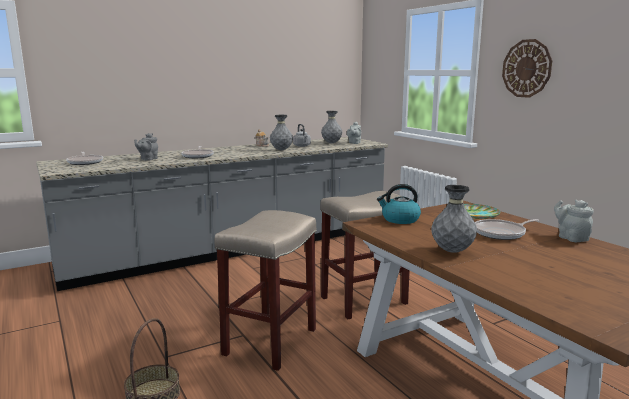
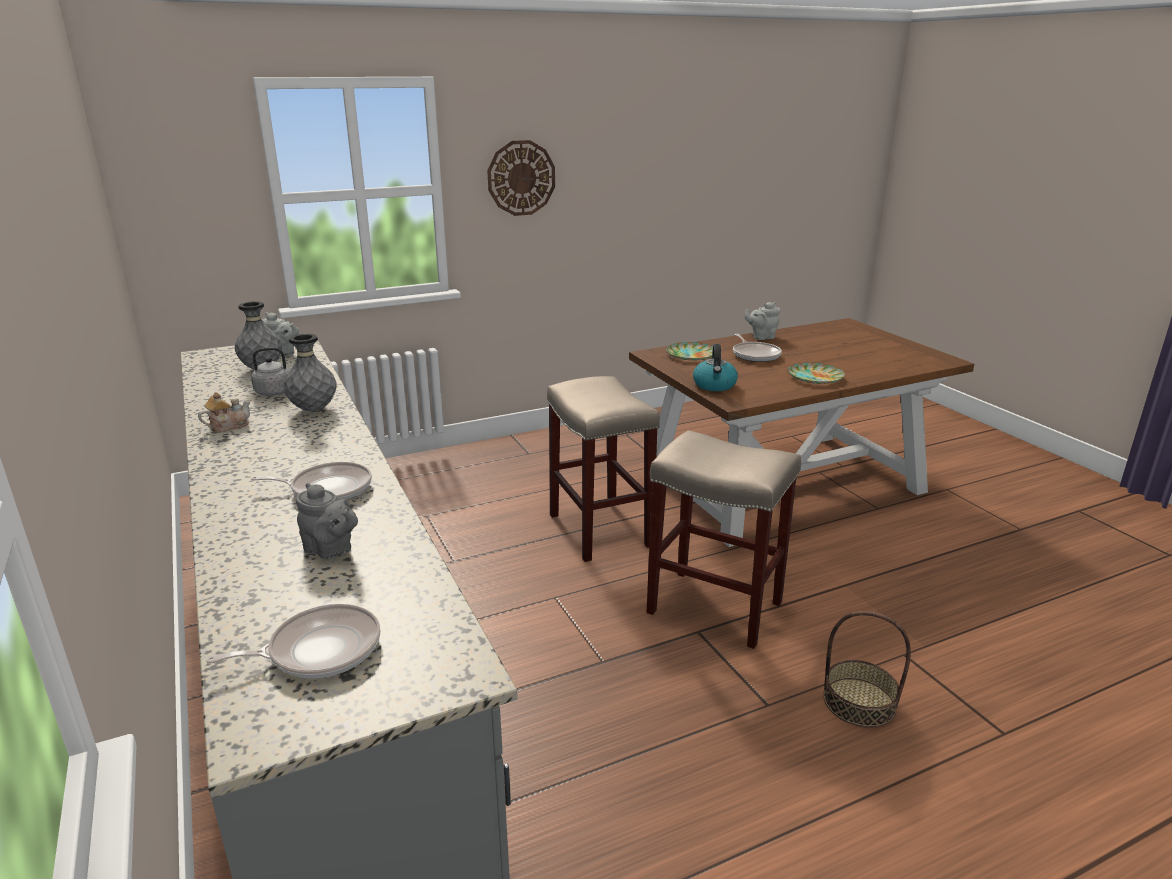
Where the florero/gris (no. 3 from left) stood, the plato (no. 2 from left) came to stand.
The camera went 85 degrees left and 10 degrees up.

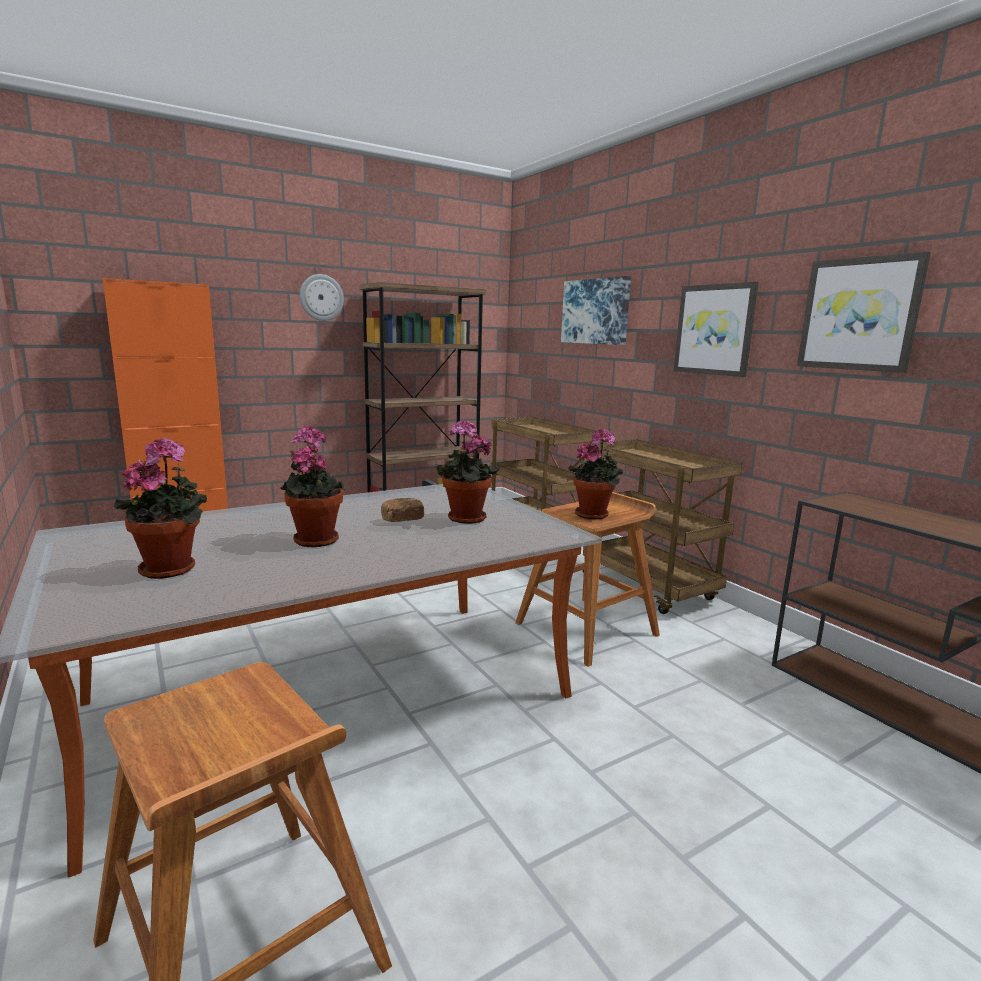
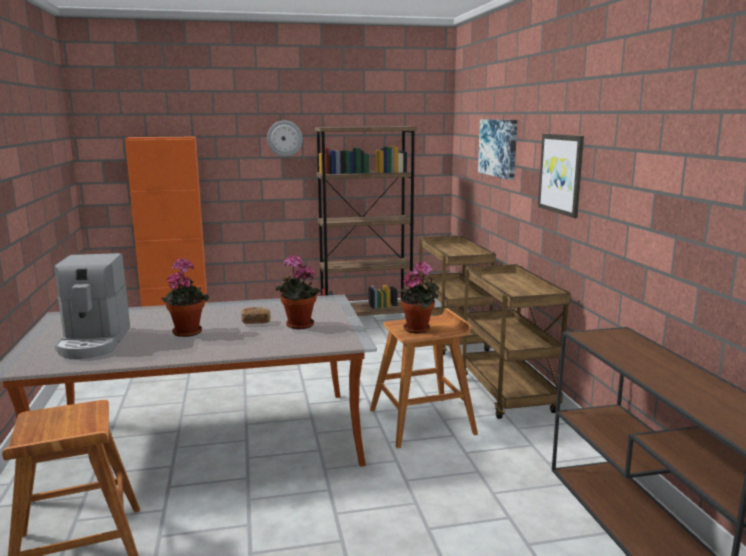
The second view lost the cuadro (no. 3 from left).
Where the planta en maceta (no. 1 from left) stood, the cafetera came to stand.
The camera went 20 degrees right and 0 degrees up.

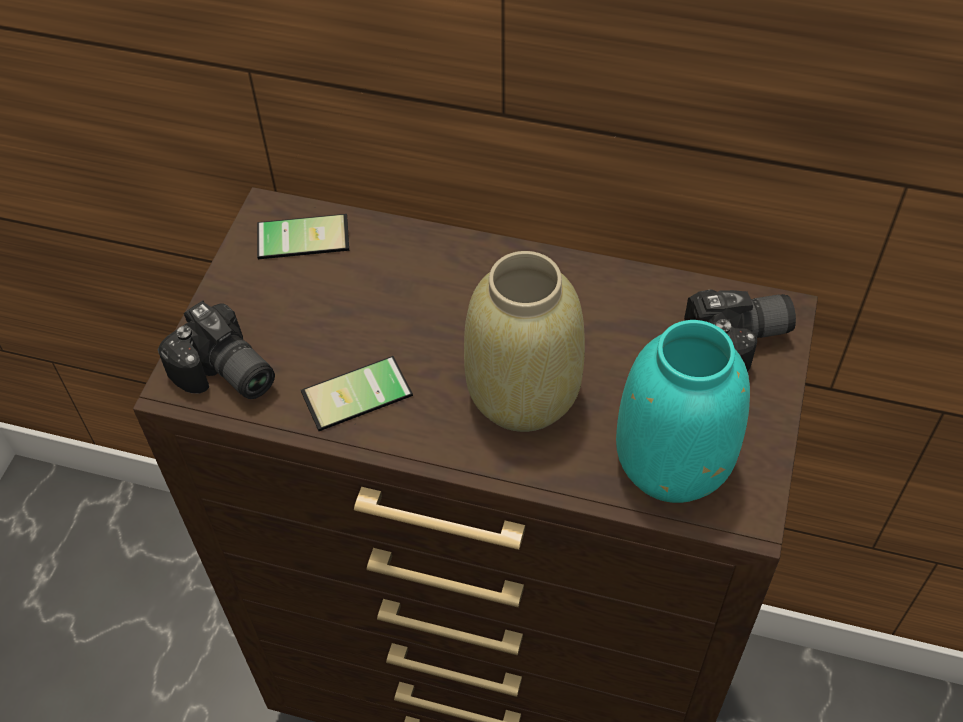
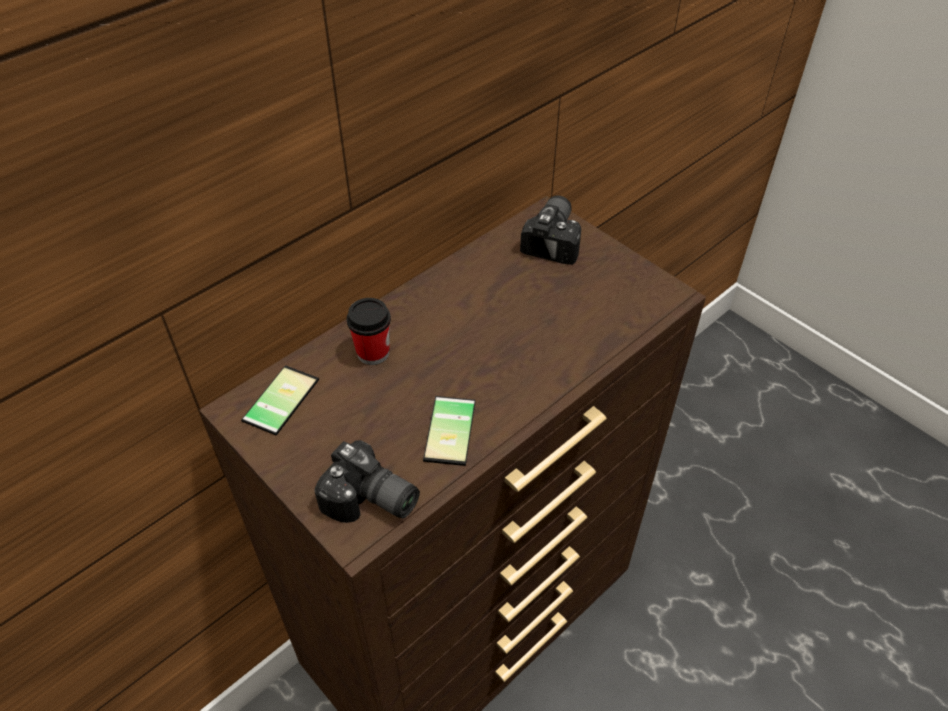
The second view lost the florero/beis.
The second view lost the florero/turquesa.
The second view gained the taza.
The cámara (no. 1 from left) ended up facing another way, 45 degrees clockwise from before.
The camera went 60 degrees left and 5 degrees down.

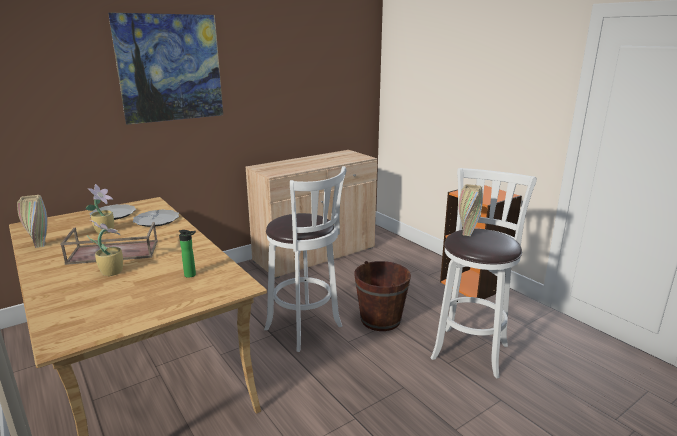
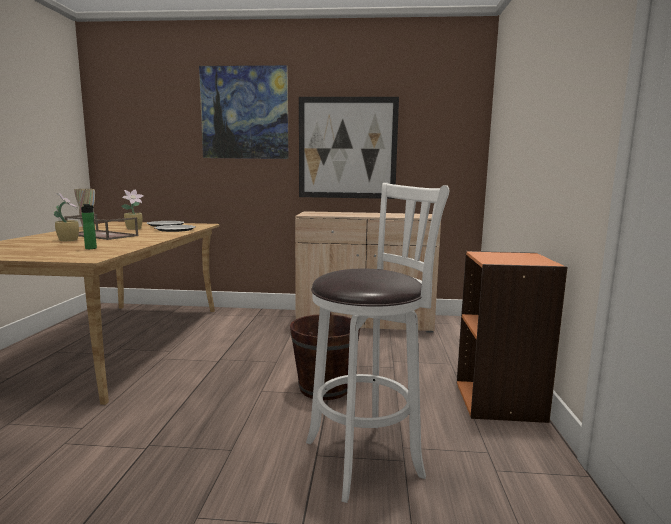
The second view lost the taburete/blanco (no. 1 from left).
The second view lost the florero/beis (no. 2 from left).
The second view gained the cuadro (no. 2 from left).
The camera went 40 degrees right and 10 degrees down.

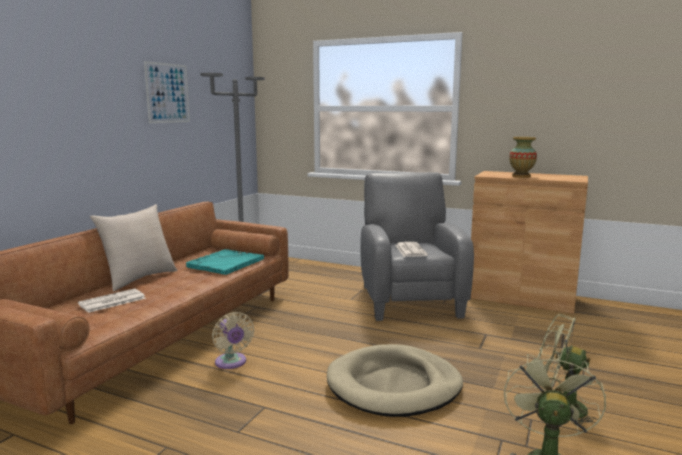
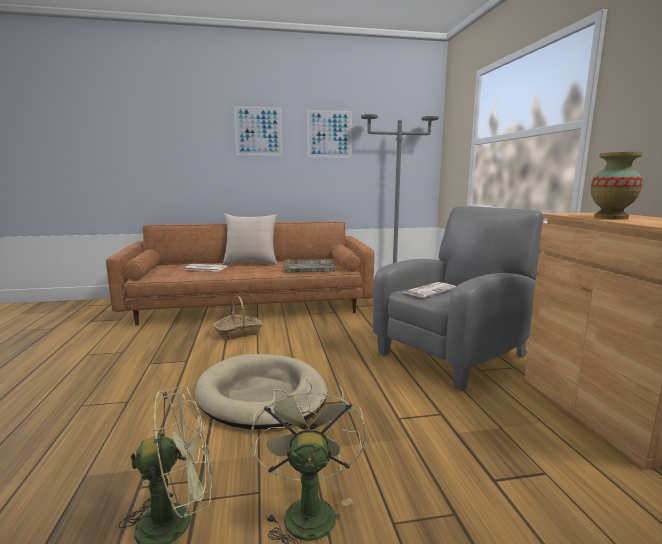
The second view gained the cuadro (no. 1 from left).
Where the ventilador/beis stood, the cesta came to stand.
What was the bandeja/turquesa turned into the bandeja/gris.
The camera went 55 degrees right and 0 degrees up.

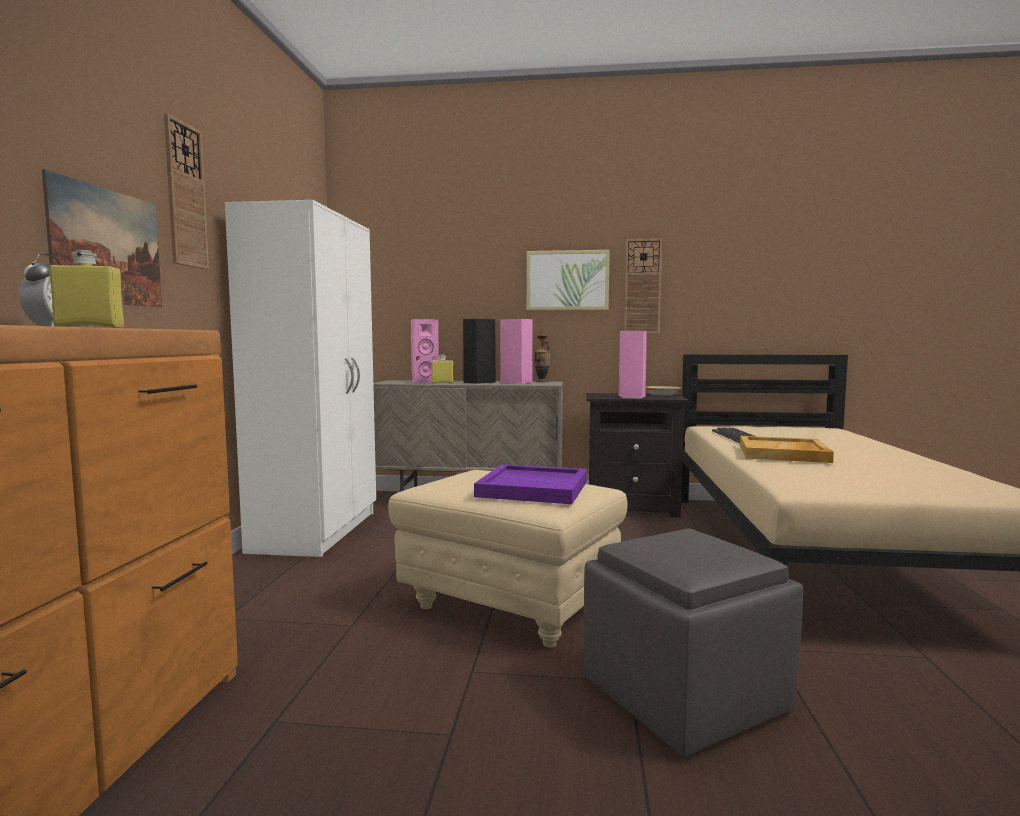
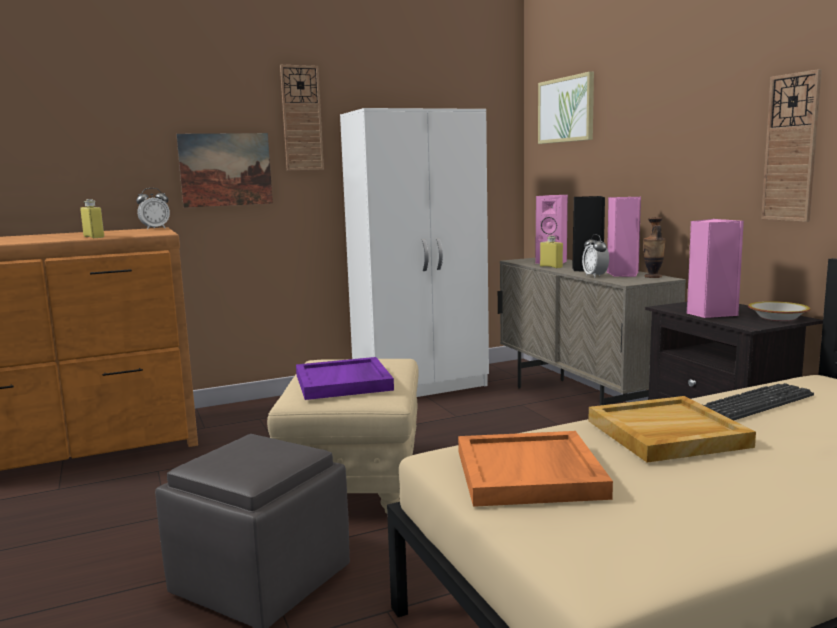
The second view gained the bandeja/naranja.
The second view gained the despertador (no. 2 from left).
The cuadro (no. 2 from left) ended up elsewhere.
The camera went 60 degrees right and 5 degrees up.

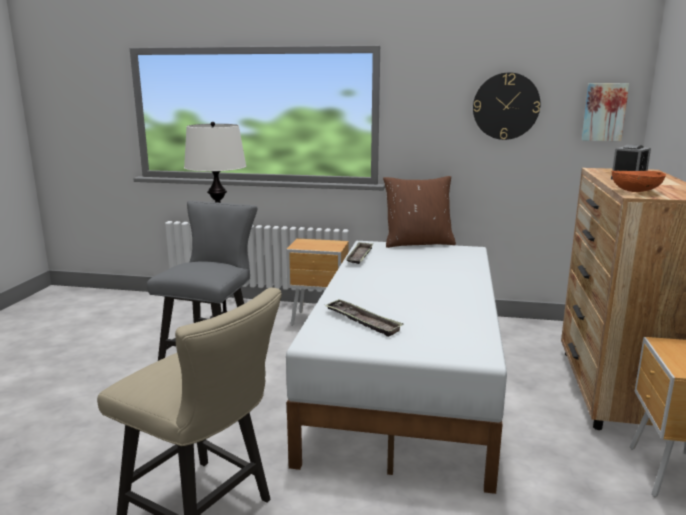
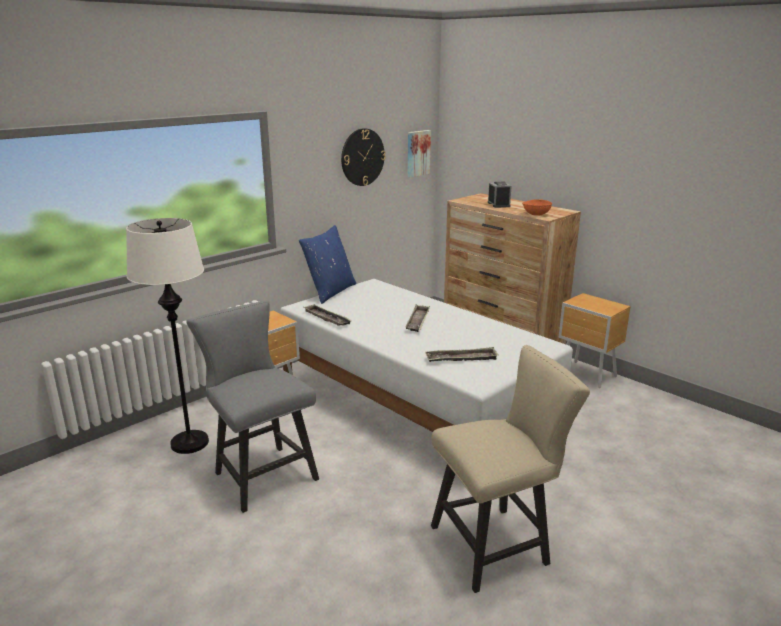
The second view gained the bandeja (no. 2 from left).
What was the cojín/marrón turned into the cojín/azul.
The camera went 55 degrees left and 5 degrees up.

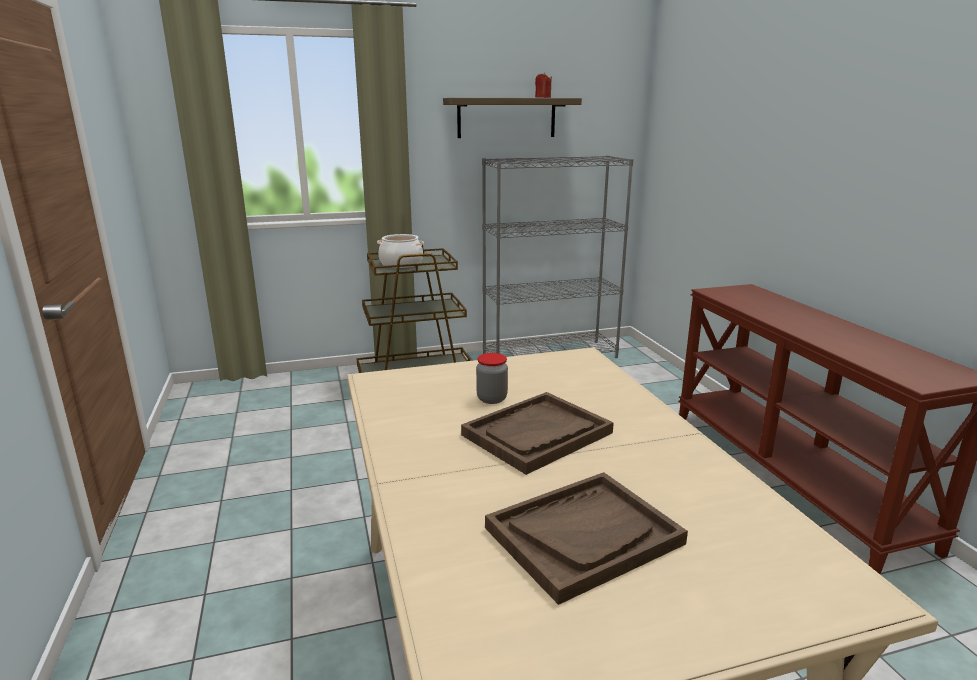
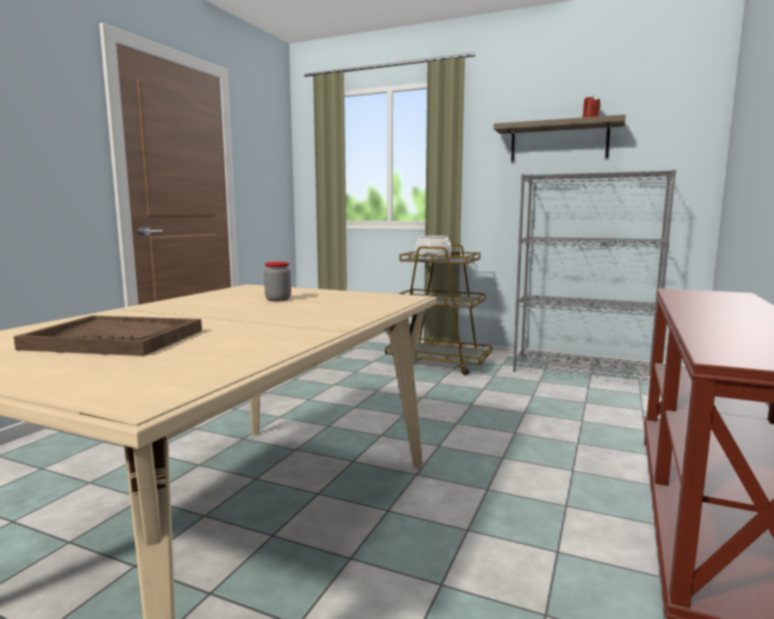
The second view lost the bandeja/marrón (no. 1 from left).
The camera went 40 degrees right and 10 degrees down.

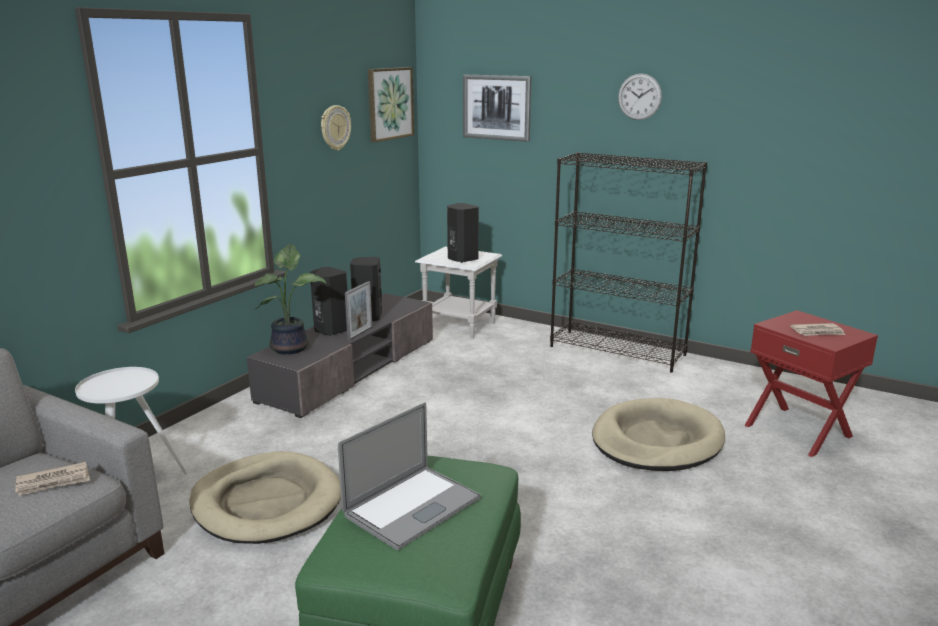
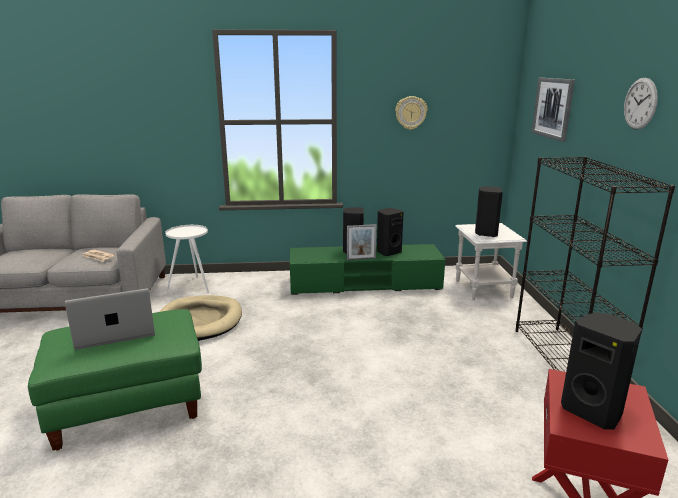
The second view lost the planta en maceta.
The second view lost the cuadro (no. 1 from left).
The second view lost the cama para perro/beis (no. 2 from left).
Where the periódico (no. 2 from left) stood, the altavoz/negro (no. 4 from left) came to stand.
What was the mueble de televisión/gris turned into the mueble de televisión/verde.
The portátil ended up facing another way, 150 degrees clockwise from before.
The camera went 55 degrees right and 0 degrees up.

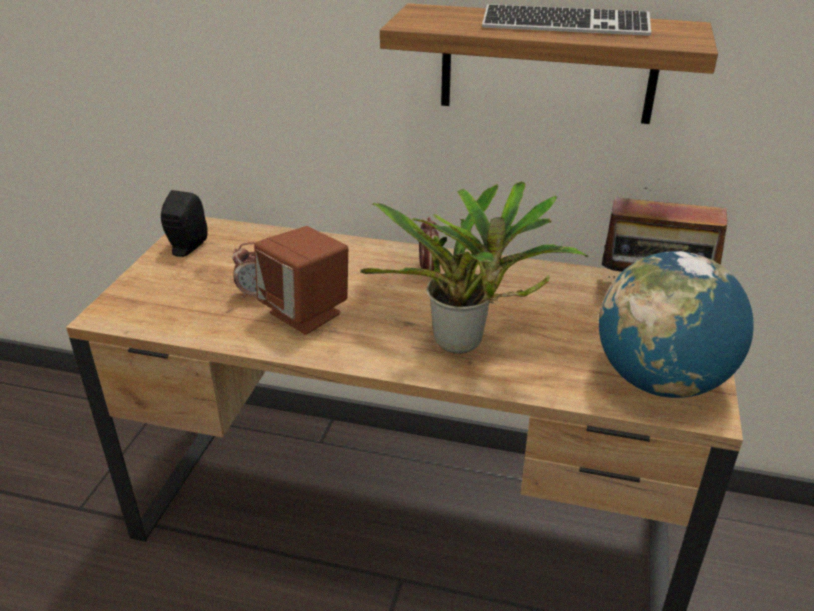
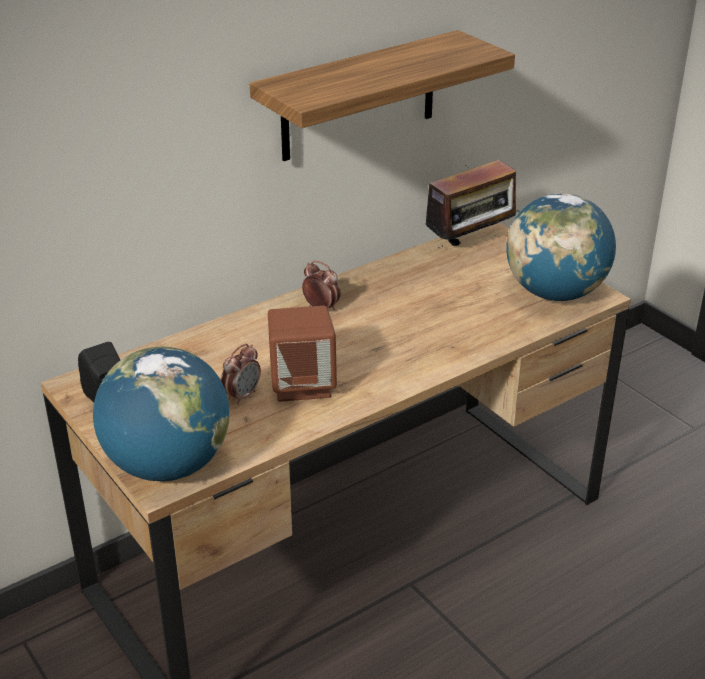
The second view lost the planta en maceta.
The second view lost the teclado.
The second view gained the globo terráqueo (no. 1 from left).
The camera went 50 degrees left and 0 degrees up.

